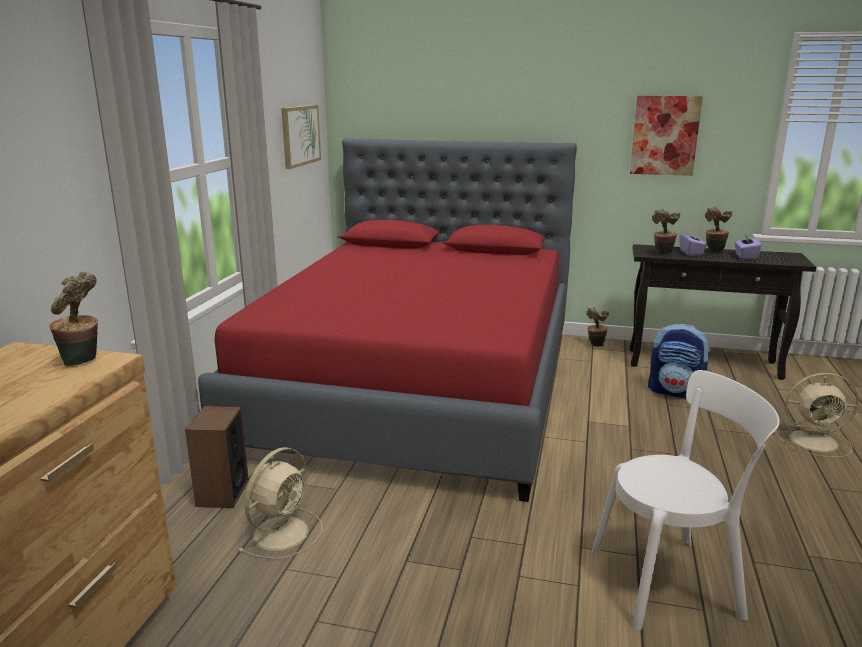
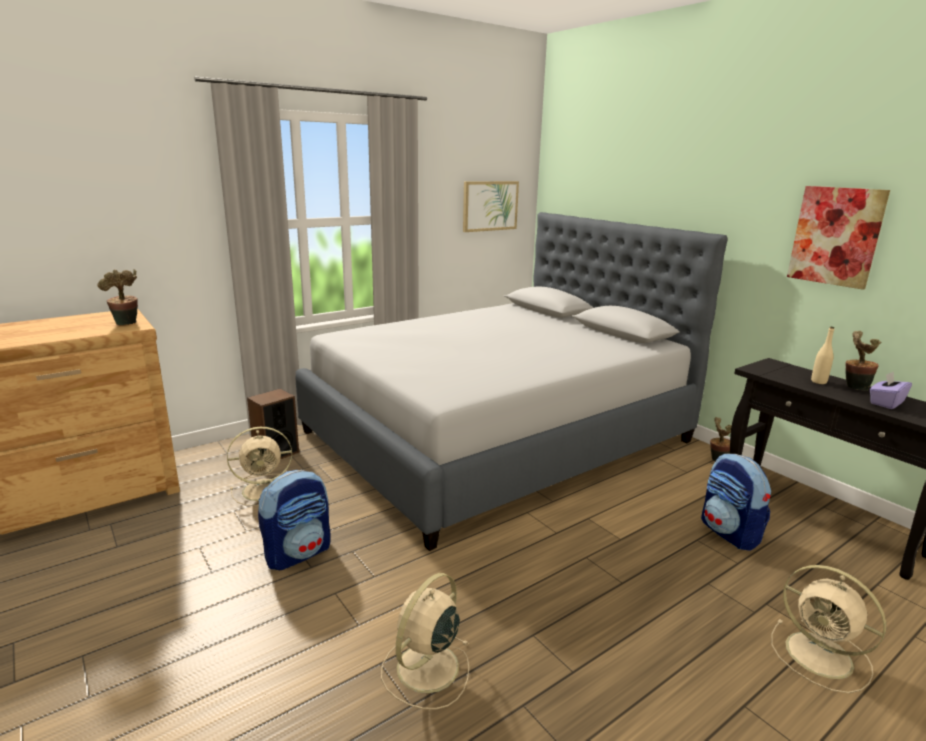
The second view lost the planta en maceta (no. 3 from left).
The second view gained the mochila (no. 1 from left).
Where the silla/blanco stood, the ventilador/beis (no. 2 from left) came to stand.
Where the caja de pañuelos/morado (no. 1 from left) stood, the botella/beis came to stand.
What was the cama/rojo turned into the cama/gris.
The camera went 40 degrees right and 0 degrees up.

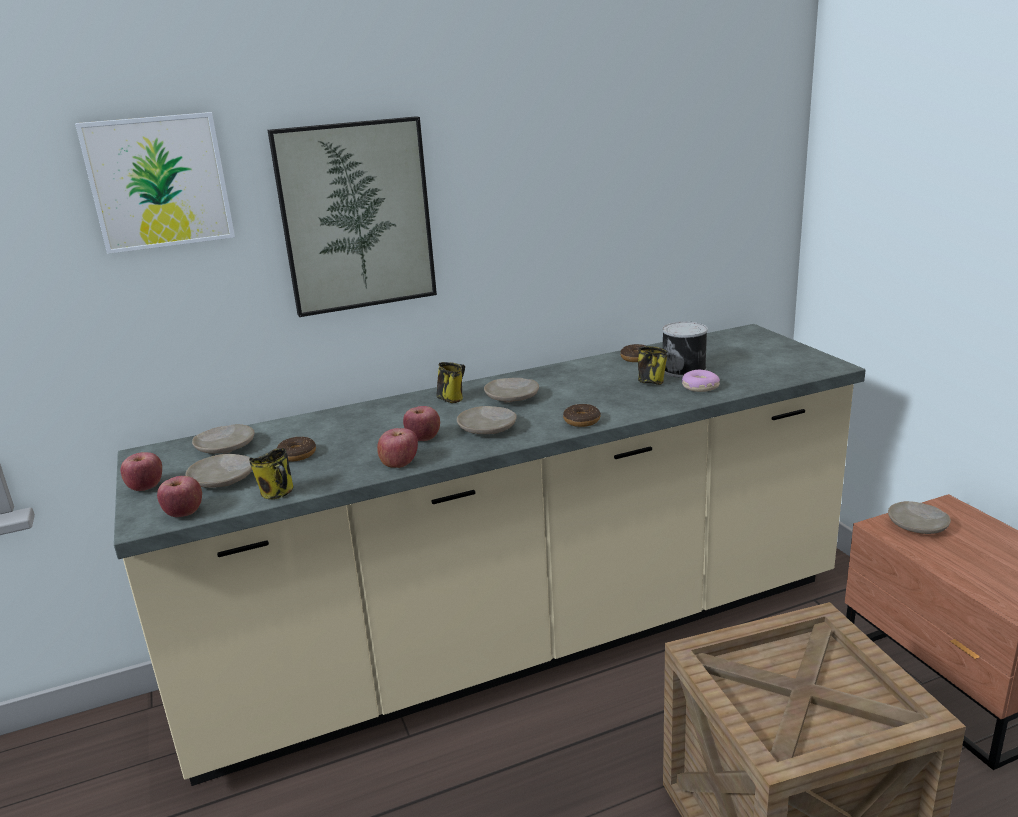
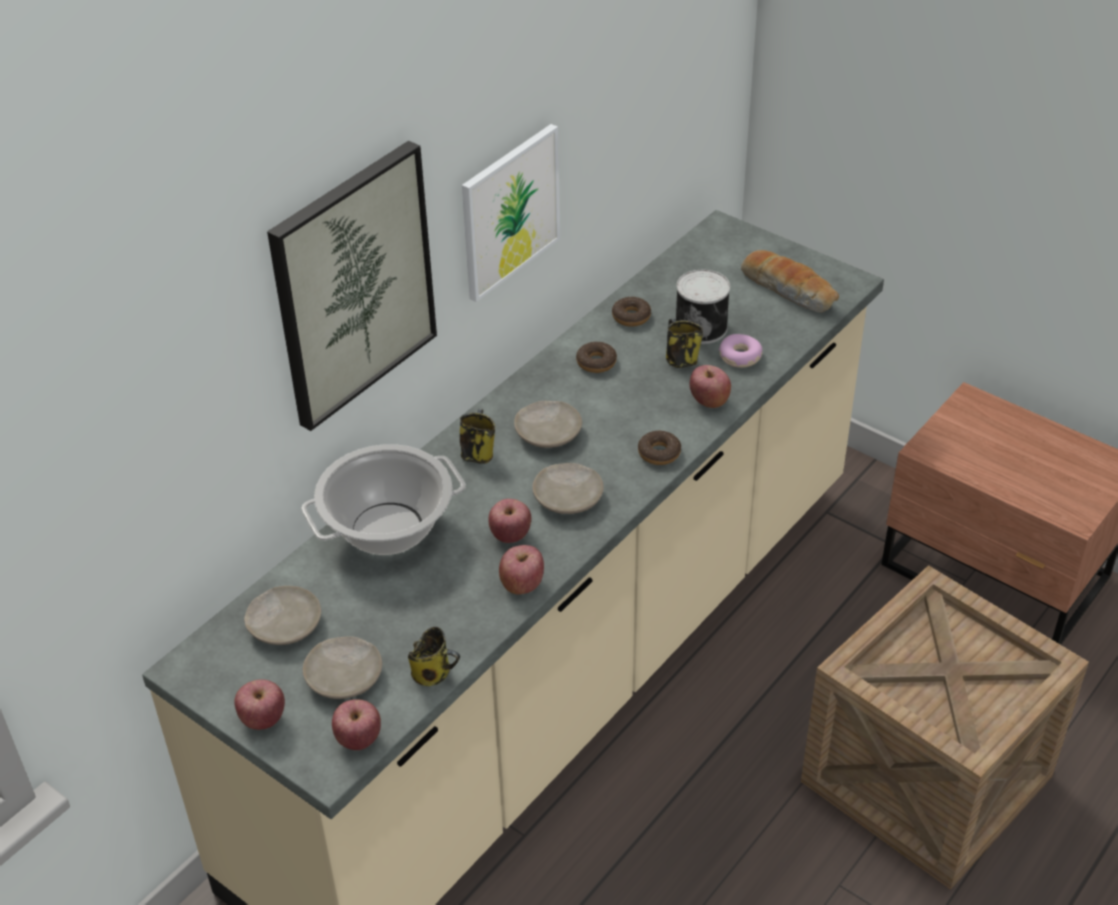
The second view lost the plato/beis (no. 5 from left).
The second view gained the olla.
The second view gained the manzana (no. 5 from left).
The second view gained the pan.
The cuadro (no. 1 from left in the first image) ended up elsewhere.
The rosquilla (no. 1 from left) ended up elsewhere.
The camera went 30 degrees left and 20 degrees up.

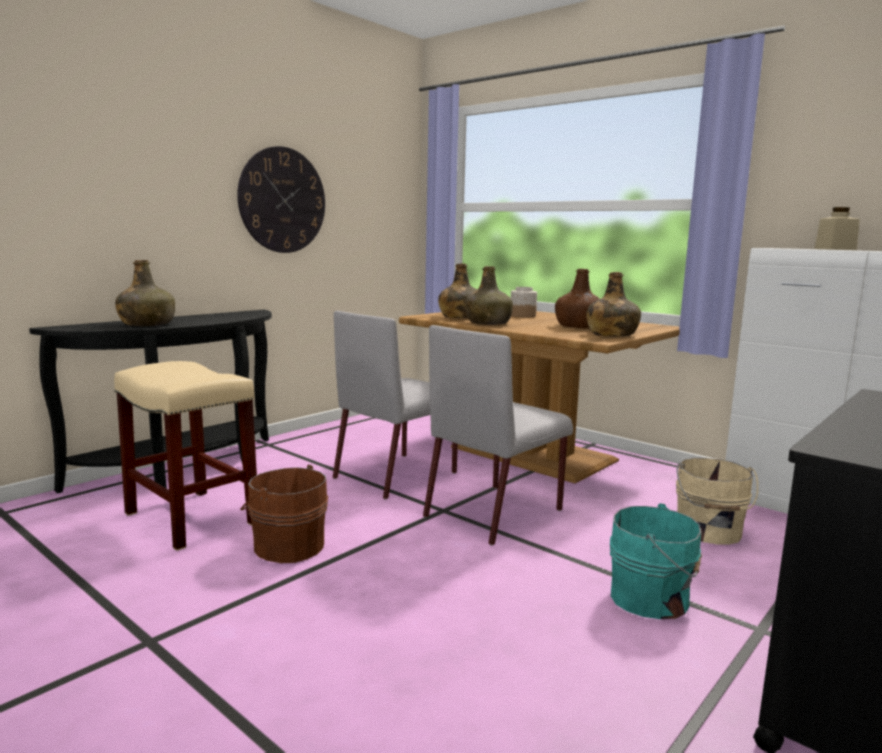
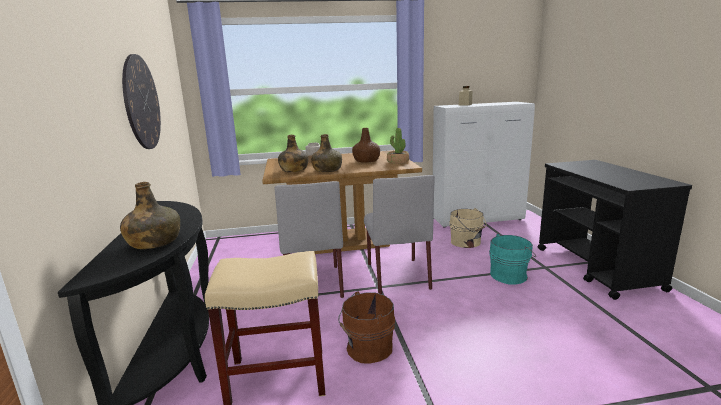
Where the botella/verde (no. 4 from left) stood, the planta en maceta came to stand.
The camera went 50 degrees left and 5 degrees up.

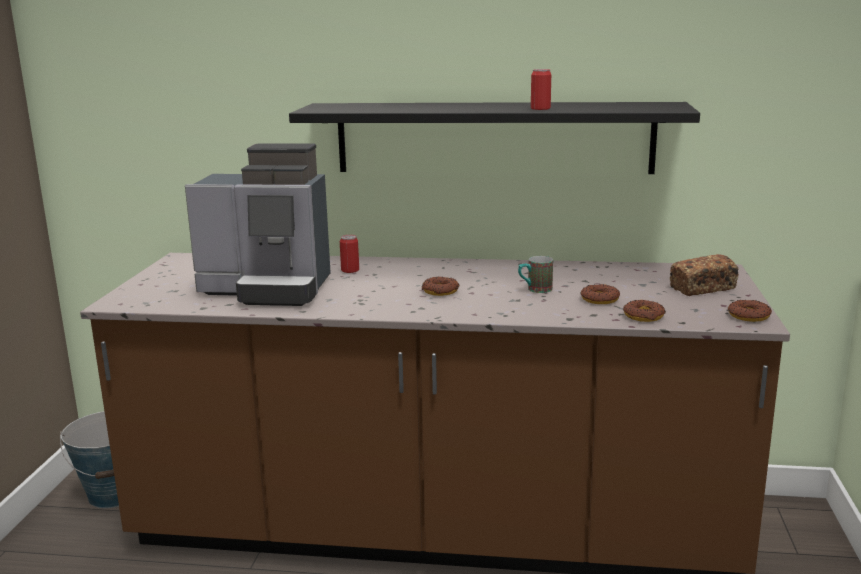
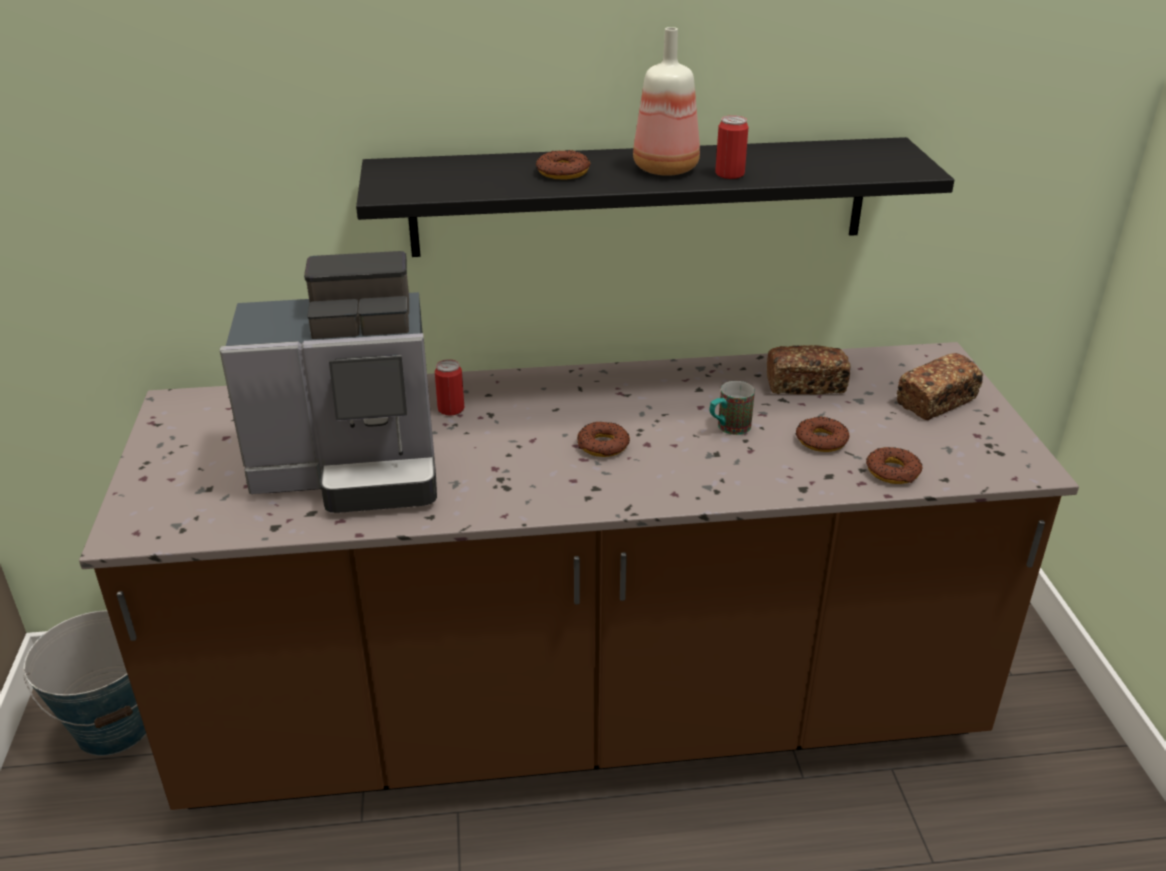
The second view gained the botella.
The second view gained the pan (no. 1 from left).
The rosquilla (no. 4 from left in the first image) ended up elsewhere.
The camera went 15 degrees left and 15 degrees up.

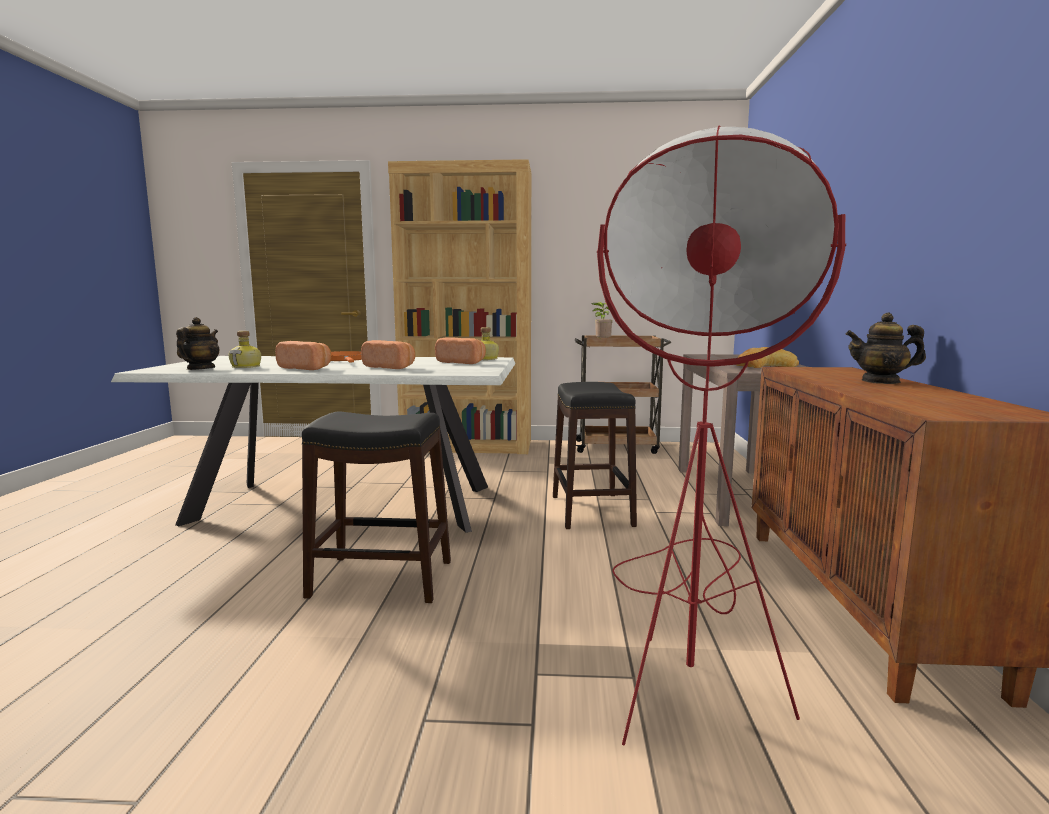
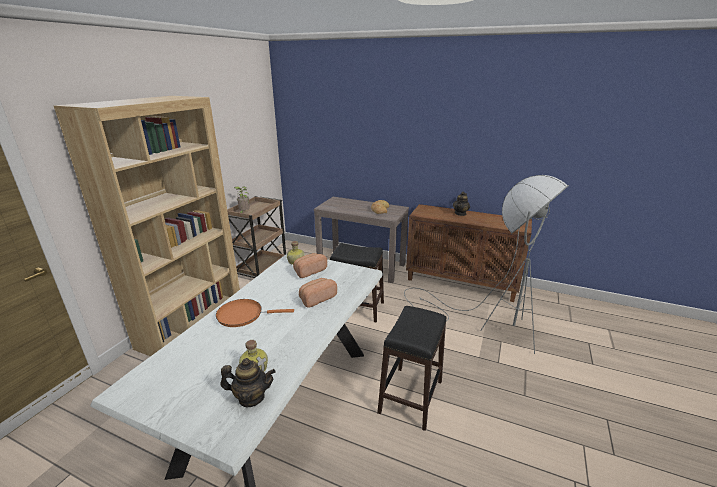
The second view lost the pan (no. 1 from left).
What was the lámpara de pie/rojo turned into the lámpara de pie/gris.
The tetera (no. 1 from left) ended up facing another way, 150 degrees clockwise from before.
The camera went 70 degrees left and 15 degrees up.

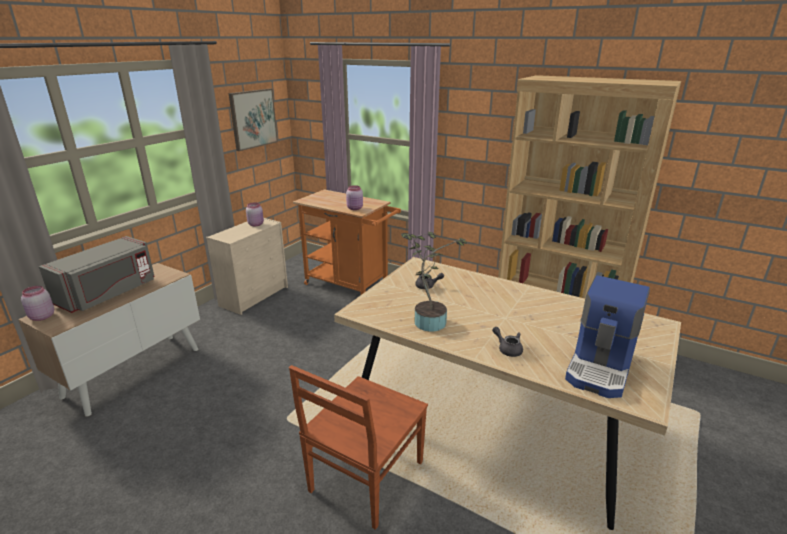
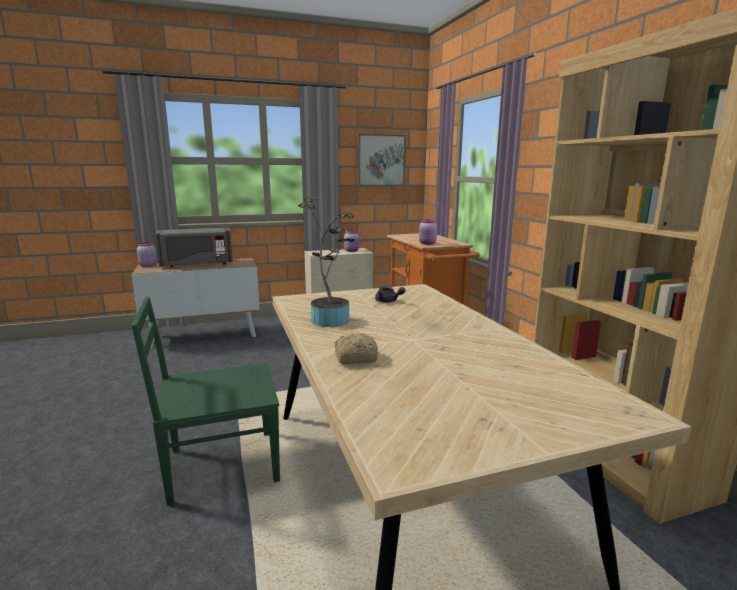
The second view lost the cafetera.
Where the tetera/gris (no. 2 from left) stood, the pan came to stand.
What was the silla/marrón turned into the silla/verde.
The camera went 40 degrees right and 10 degrees down.

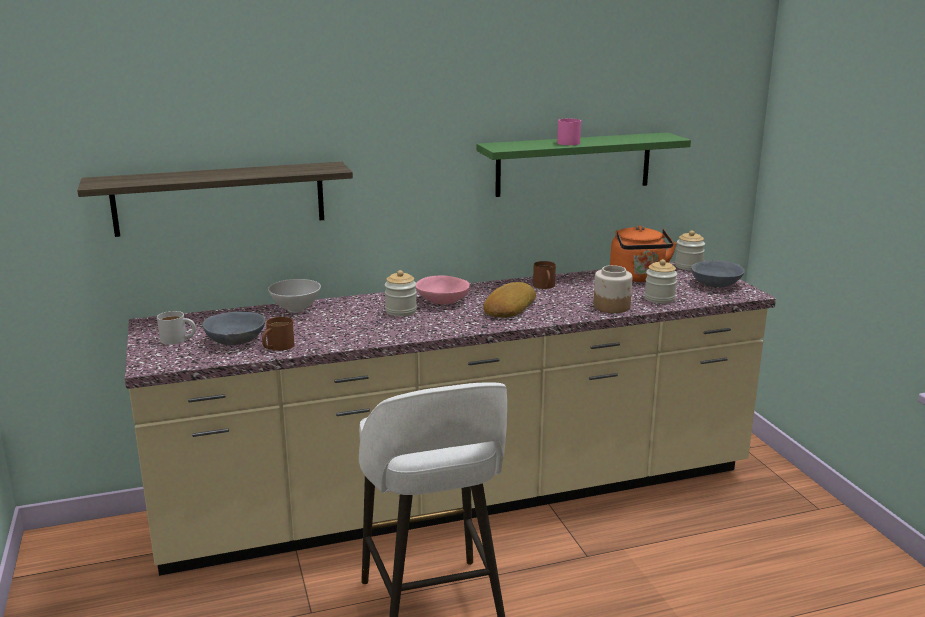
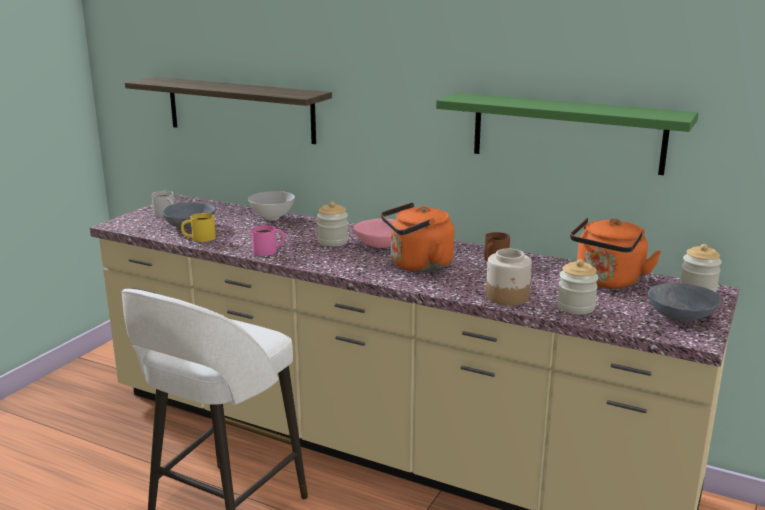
The taza grande/rosa ended up elsewhere.
Where the pan stood, the hervidor/naranja (no. 1 from left) came to stand.
What was the taza grande/marrón (no. 1 from left) turned into the taza grande/amarillo.
The camera went 45 degrees right and 0 degrees up.

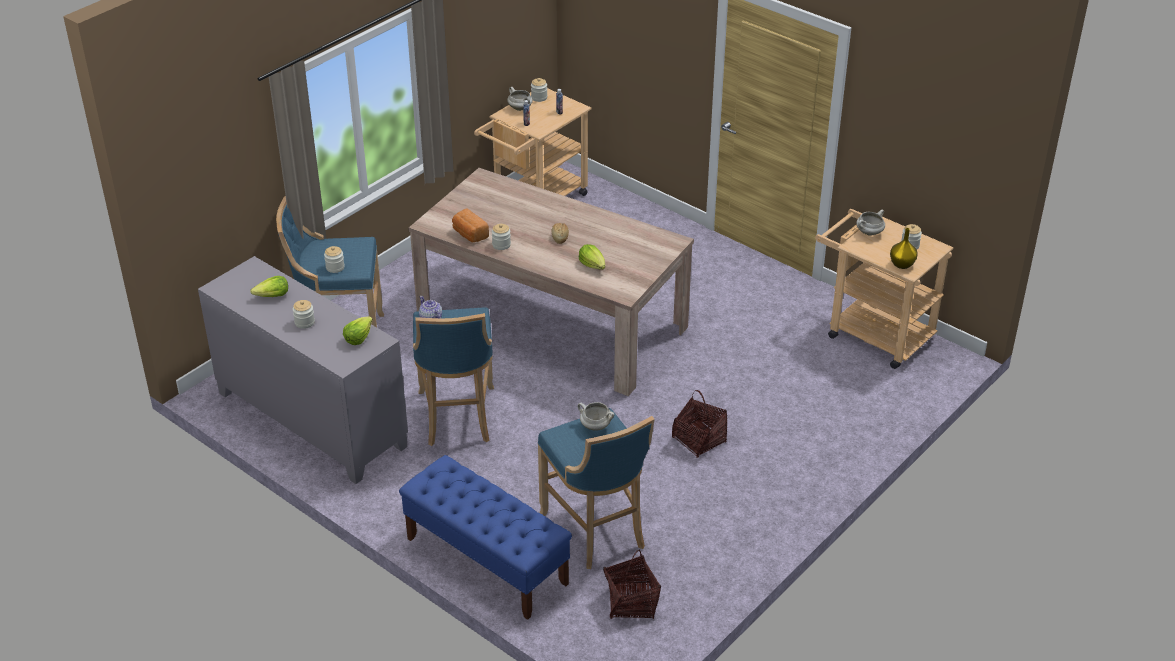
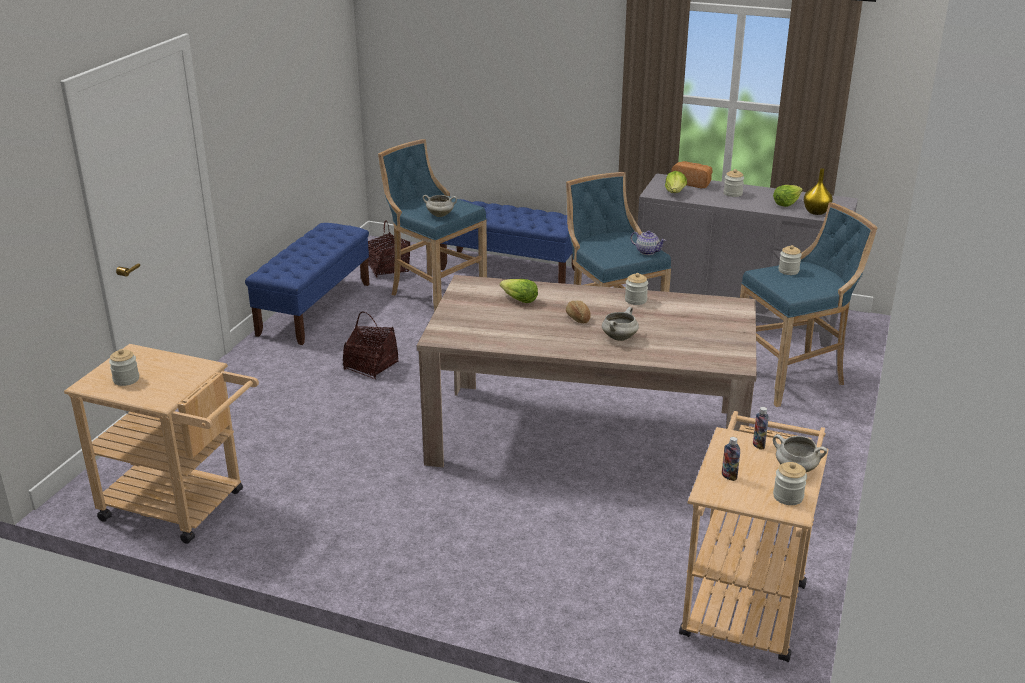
The second view gained the banco/azul (no. 1 from left).
The pan (no. 1 from left in the first image) ended up elsewhere.
The olla/blanco (no. 3 from left in the first image) ended up elsewhere.
The florero/amarillo ended up elsewhere.
The camera went 160 degrees right and 10 degrees down.

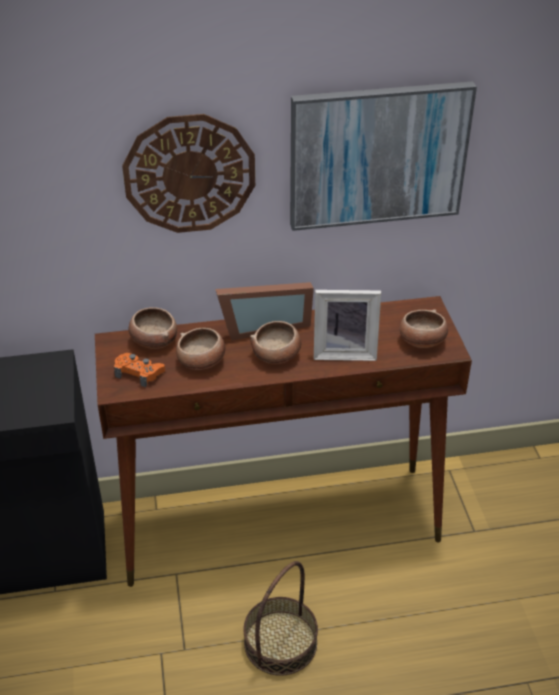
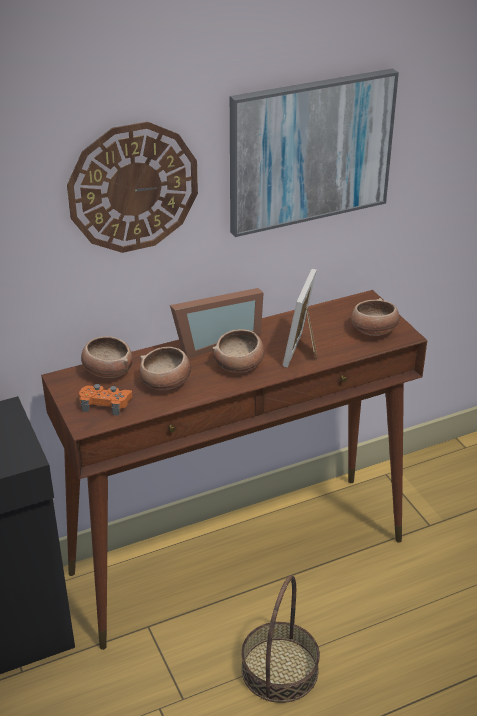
The portarretratos (no. 2 from left) ended up facing another way, 120 degrees clockwise from before.
The camera went 15 degrees left and 5 degrees down.

